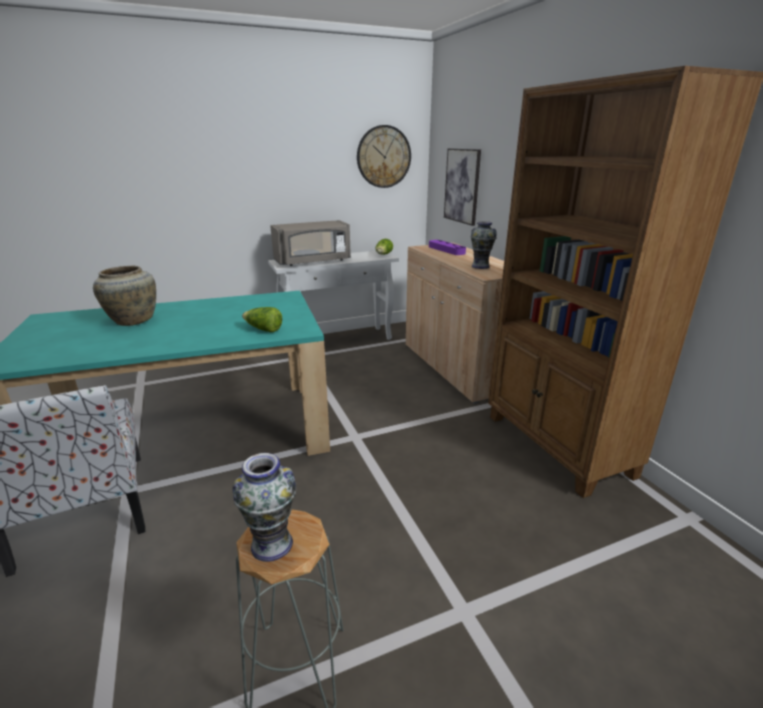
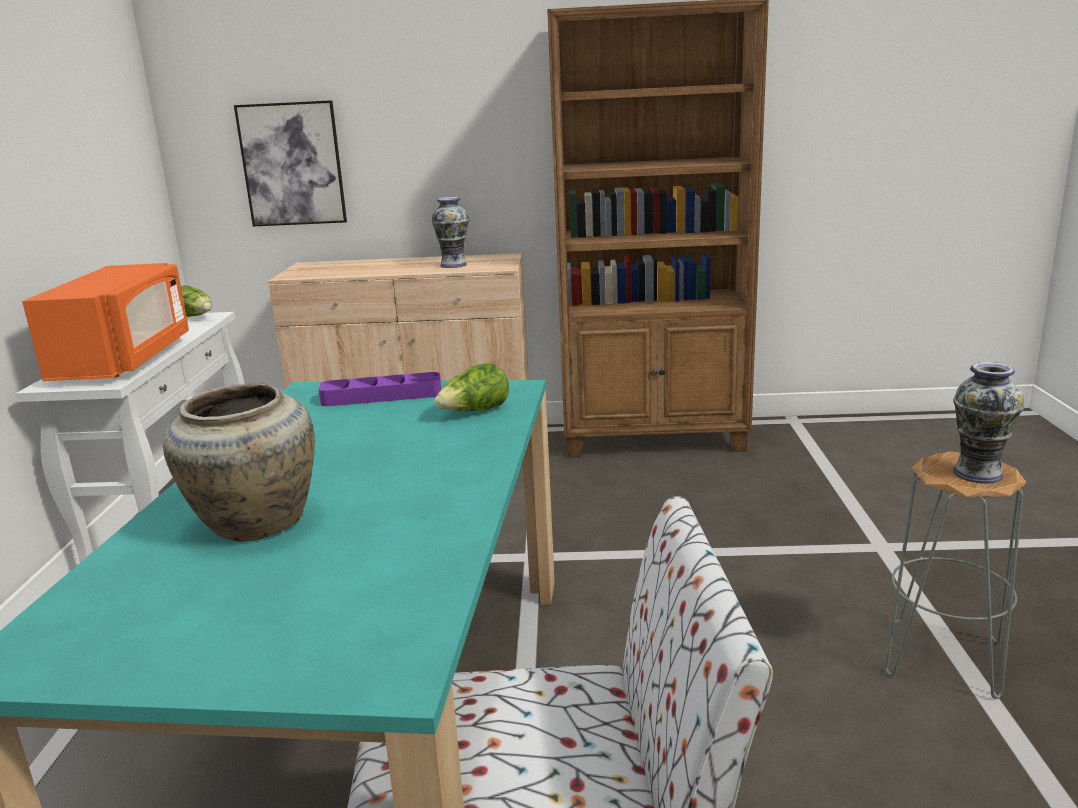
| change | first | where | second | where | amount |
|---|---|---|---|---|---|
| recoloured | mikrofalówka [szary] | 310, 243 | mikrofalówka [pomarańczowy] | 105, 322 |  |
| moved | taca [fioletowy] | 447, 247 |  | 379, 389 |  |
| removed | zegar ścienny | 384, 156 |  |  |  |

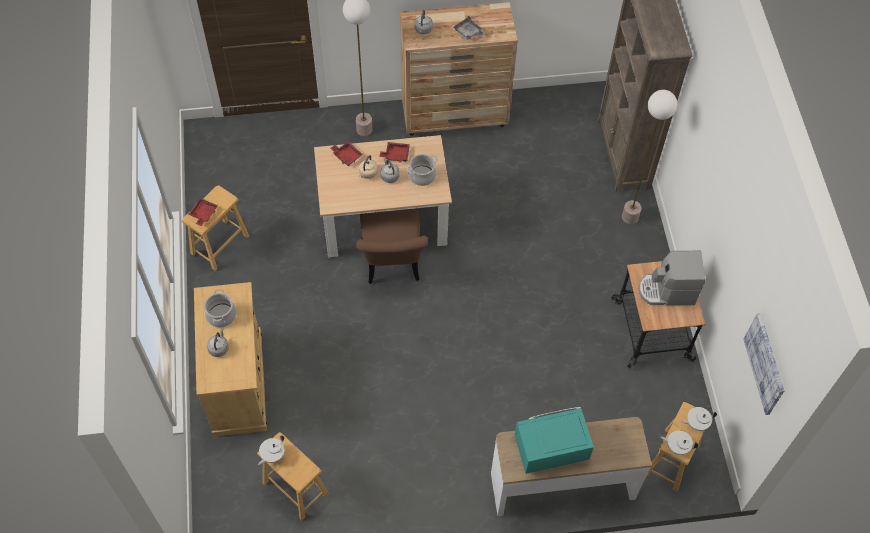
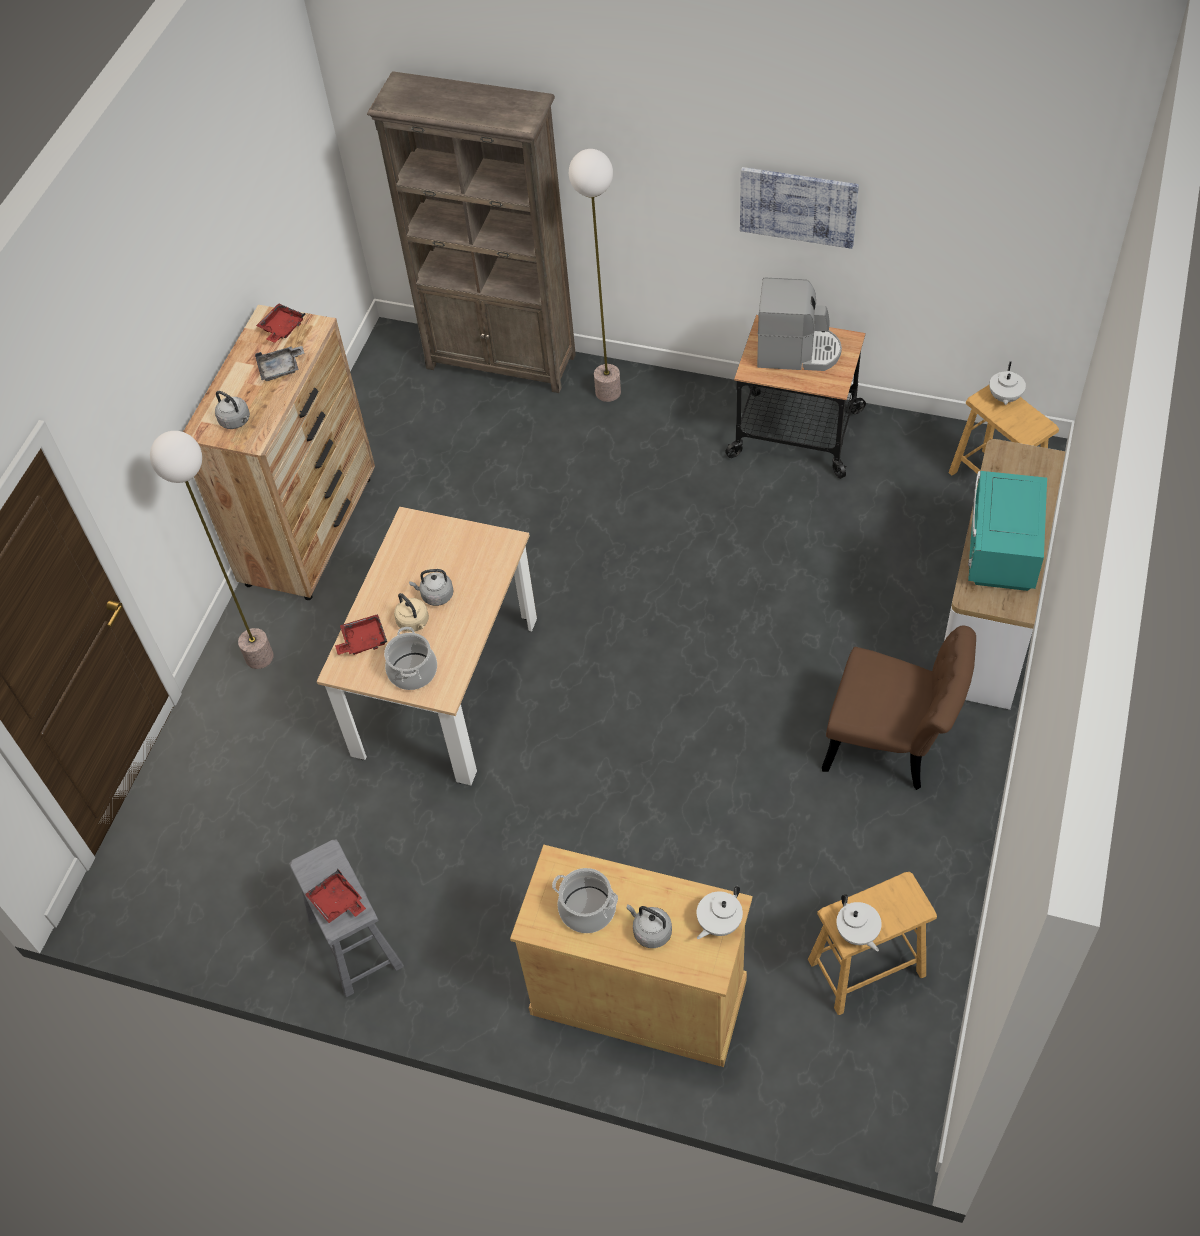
| change | first | where | second | where | amount |
|---|---|---|---|---|---|
| moved | taca [czerwony] | 394, 152 |  | 280, 323 |  |
| recoloured | stołek [brązowy] | 215, 228 | stołek [szary] | 346, 918 |  |
| moved | garnek | 422, 170 |  | 410, 658 |  |
| moved | imbryk [biały] | 679, 442 |  | 720, 912 |  |
| moved | obraz | 763, 364 |  | 799, 208 |  |
| turned | ekspres do kawy | 672, 278 |  | 799, 324 | 105 degrees counterclockwise |
| moved | krzesło [brązowy] | 392, 246 |  | 899, 707 |  |

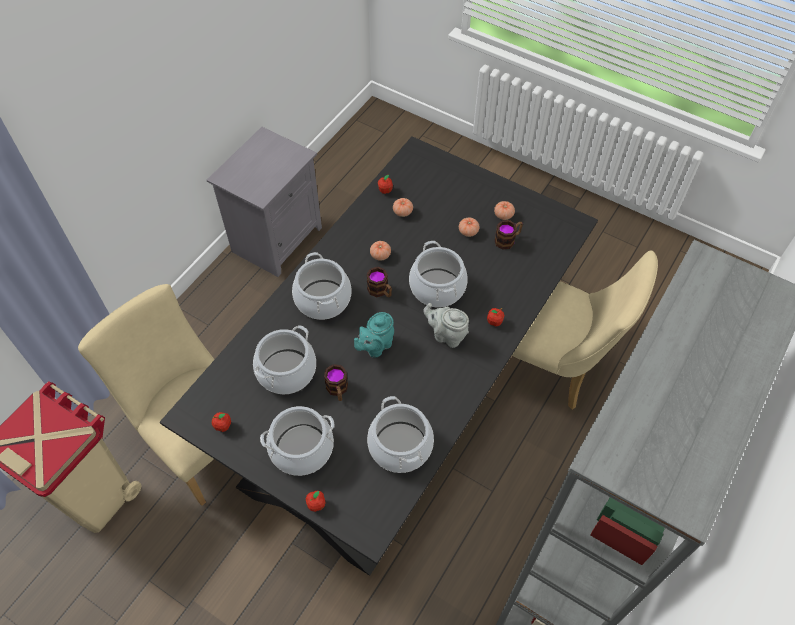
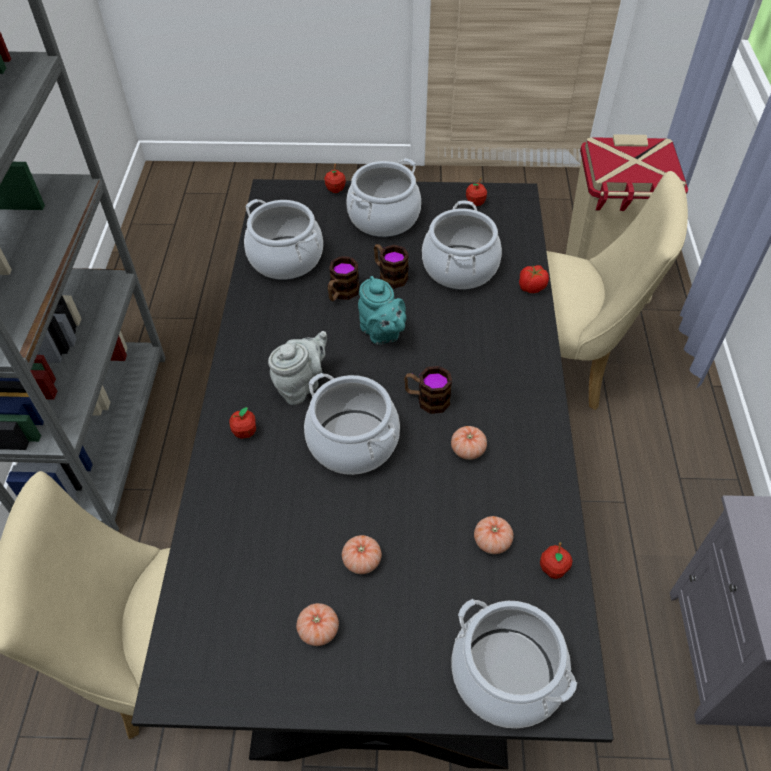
| change | first | where | second | where | amount |
|---|---|---|---|---|---|
| turned | imbryk [szary] | 446, 325 |  | 297, 368 | 45 degrees counterclockwise |
| moved | kubek | 509, 235 |  | 343, 278 |  |
| turned | imbryk [turkusowy] | 374, 335 |  | 382, 310 | 135 degrees clockwise |
| moved | garnek | 321, 286 |  | 514, 663 |  |
| added |  |  | pomidor | 534, 279 |  |

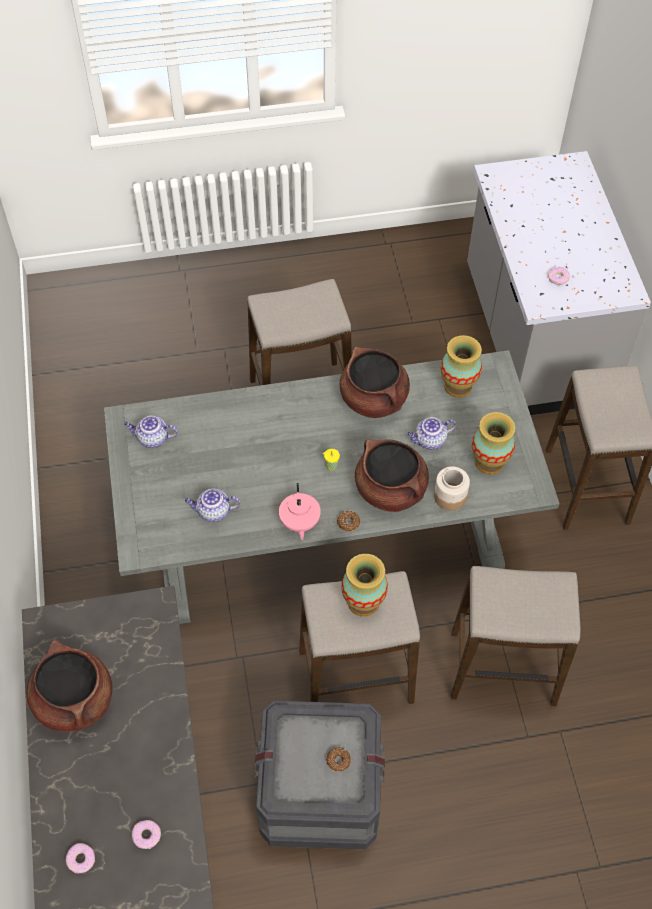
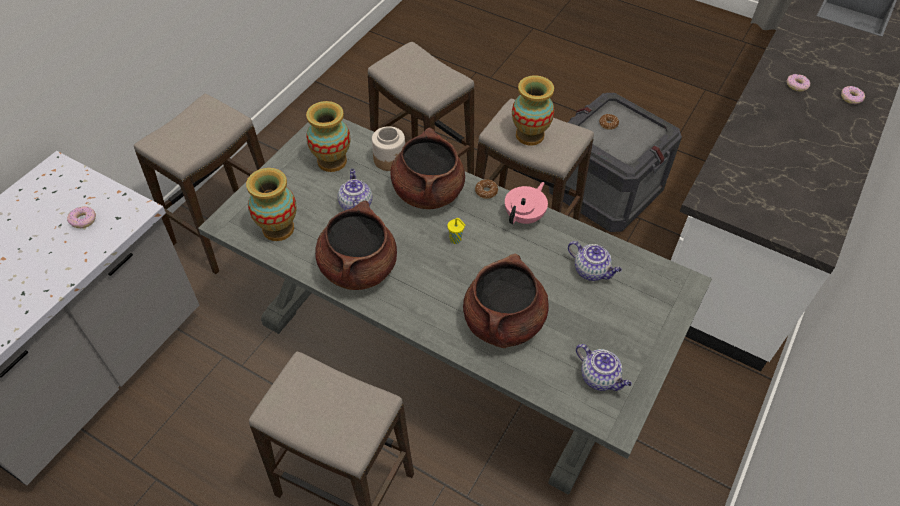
| change | first | where | second | where | amount |
|---|---|---|---|---|---|
| turned | imbryk | 431, 433 |  | 355, 189 | 120 degrees counterclockwise |
| moved | garnek [brązowy] | 69, 685 |  | 506, 301 |  |

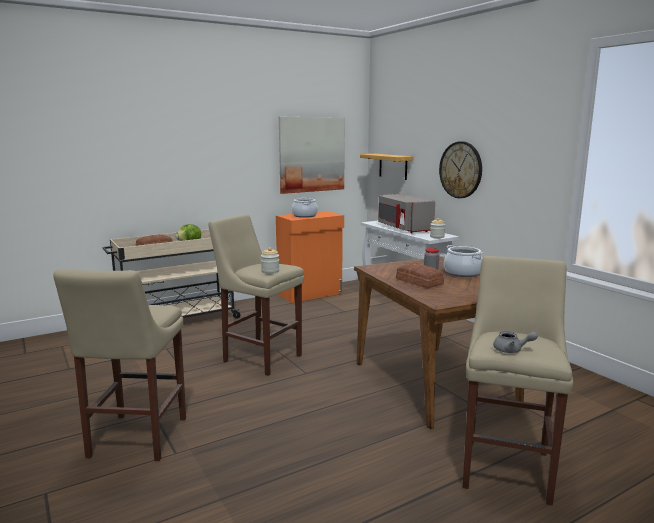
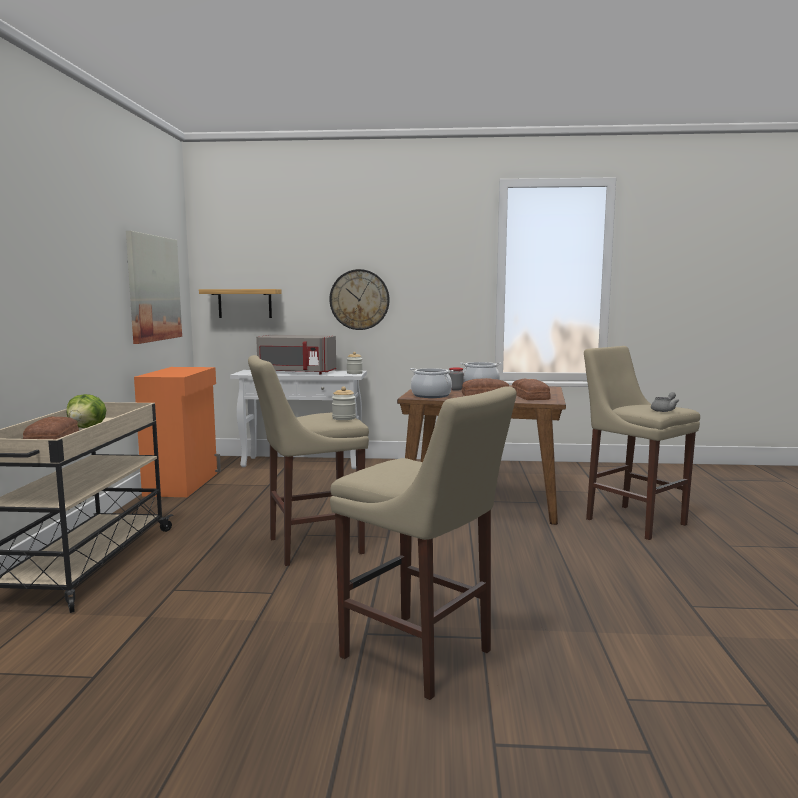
| change | first | where | second | where | amount |
|---|---|---|---|---|---|
| moved | garnek | 305, 207 |  | 432, 383 |  |
| added |  |  | chleb | 531, 389 |  |

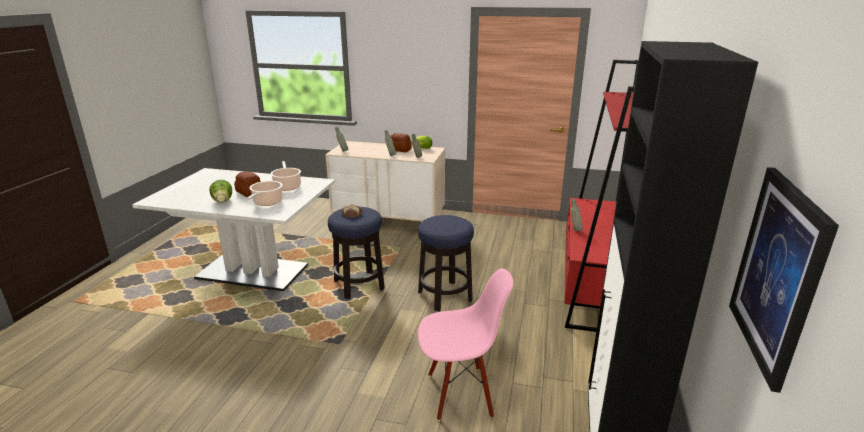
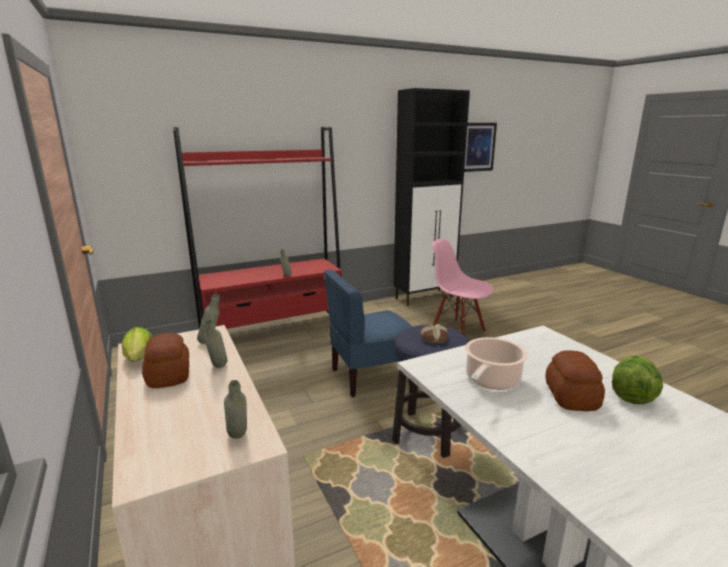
| change | first | where | second | where | amount |
|---|---|---|---|---|---|
| replaced | stołek | 446, 263 | krzesło [niebieski] | 368, 333 |  |
| removed | garnek | 265, 193 |  |  |  |

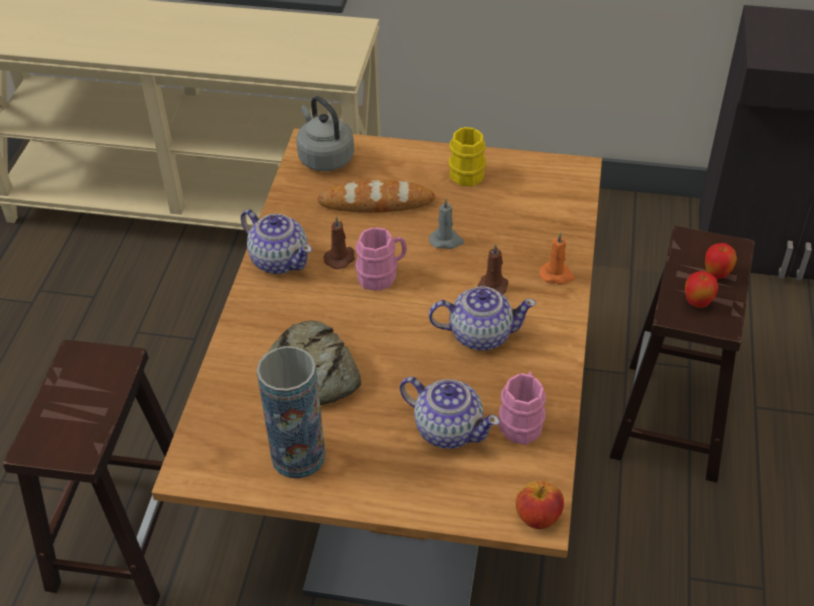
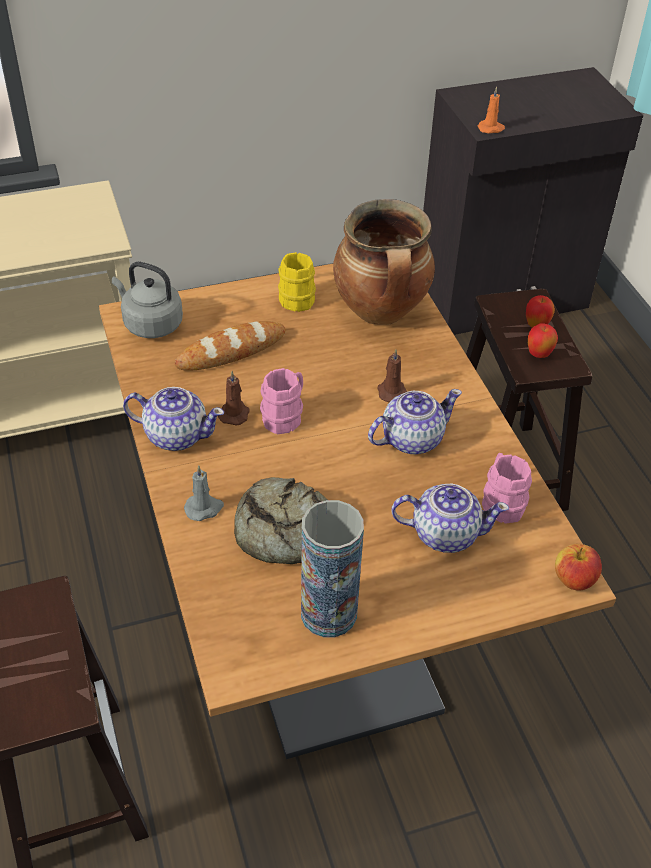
| change | first | where | second | where | amount |
|---|---|---|---|---|---|
| moved | świeca [szary] | 446, 223 |  | 204, 493 |  |
| added |  |  | garnek | 384, 262 |  |
| moved | świeca [pomarańczowy] | 557, 258 |  | 491, 110 |  |

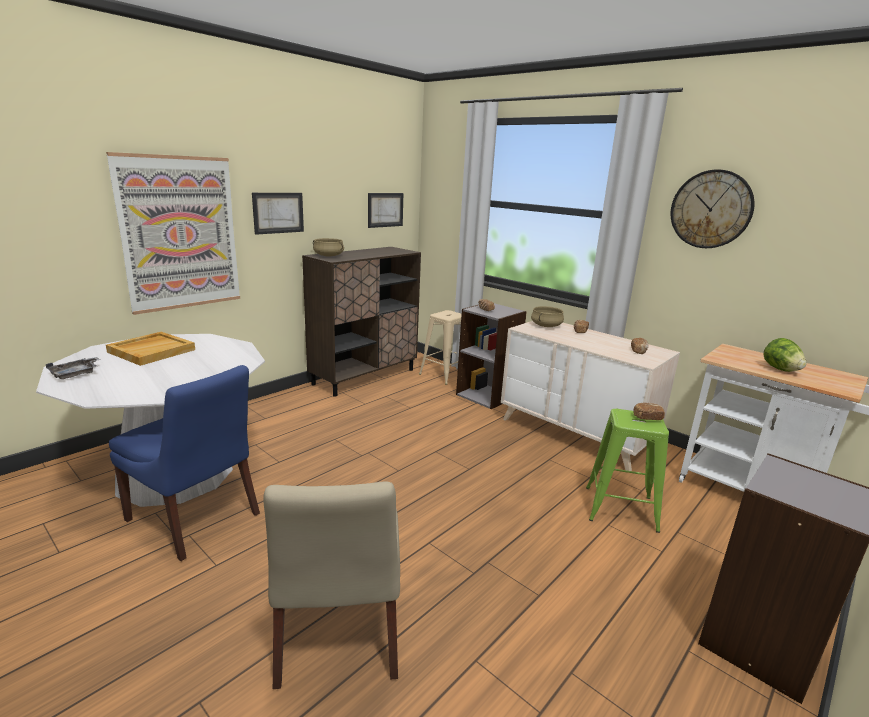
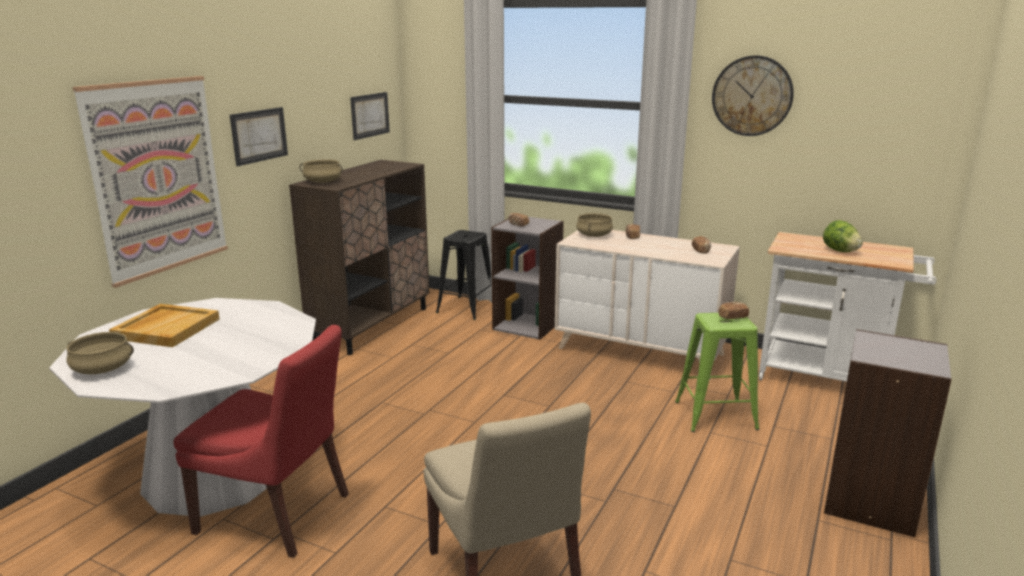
| change | first | where | second | where | amount |
|---|---|---|---|---|---|
| replaced | taca [szary] | 73, 368 | garnek [beżowy] | 100, 353 |  |
| recoloured | krzesło [niebieski] | 184, 463 | krzesło [czerwony] | 261, 441 |  |
| recoloured | stołek [beżowy] | 440, 347 | stołek [czarny] | 463, 275 |  |

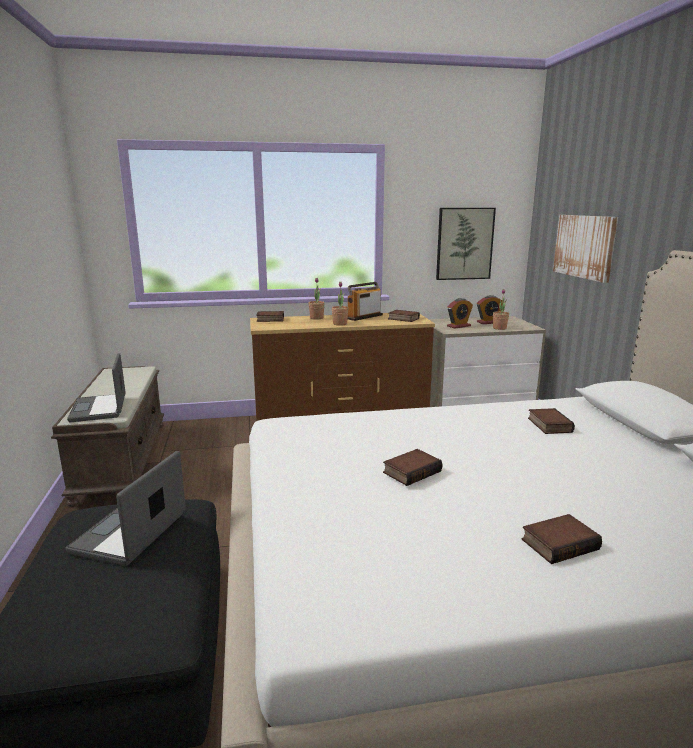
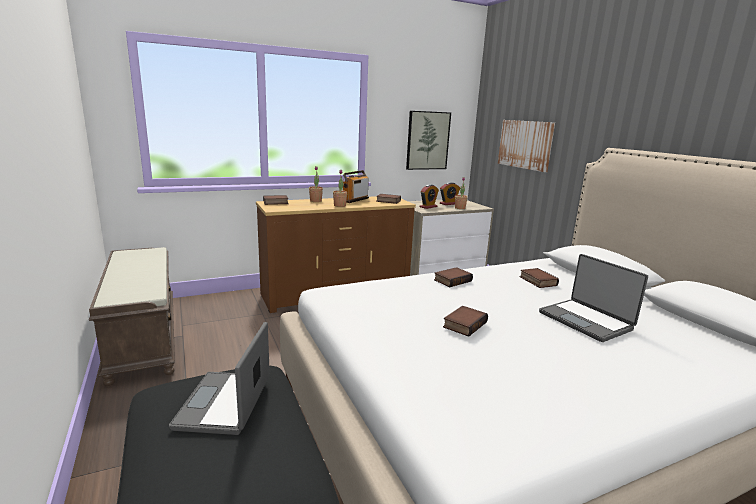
| change | first | where | second | where | amount |
|---|---|---|---|---|---|
| moved | książka | 561, 539 |  | 453, 277 |  |
| moved | laptop | 96, 387 |  | 593, 298 |  |

